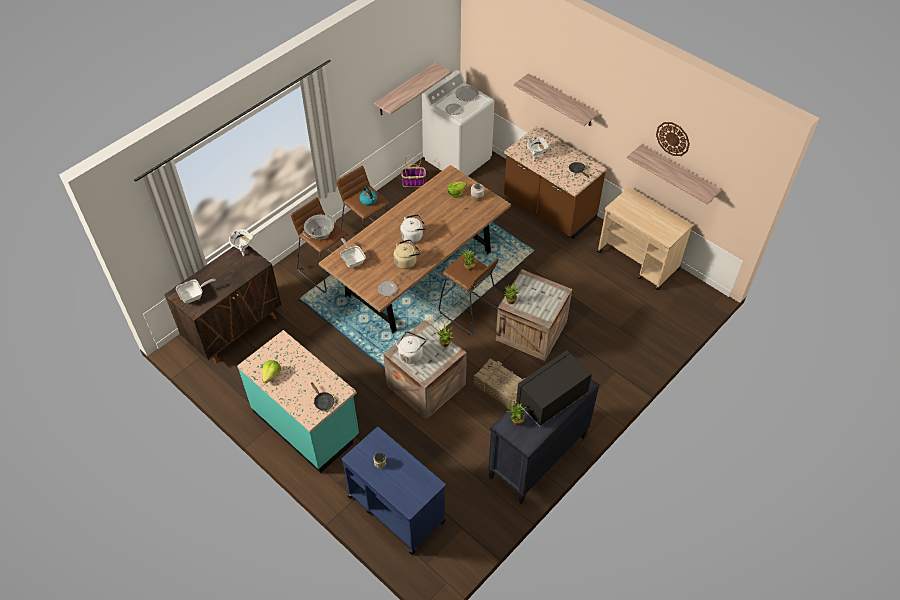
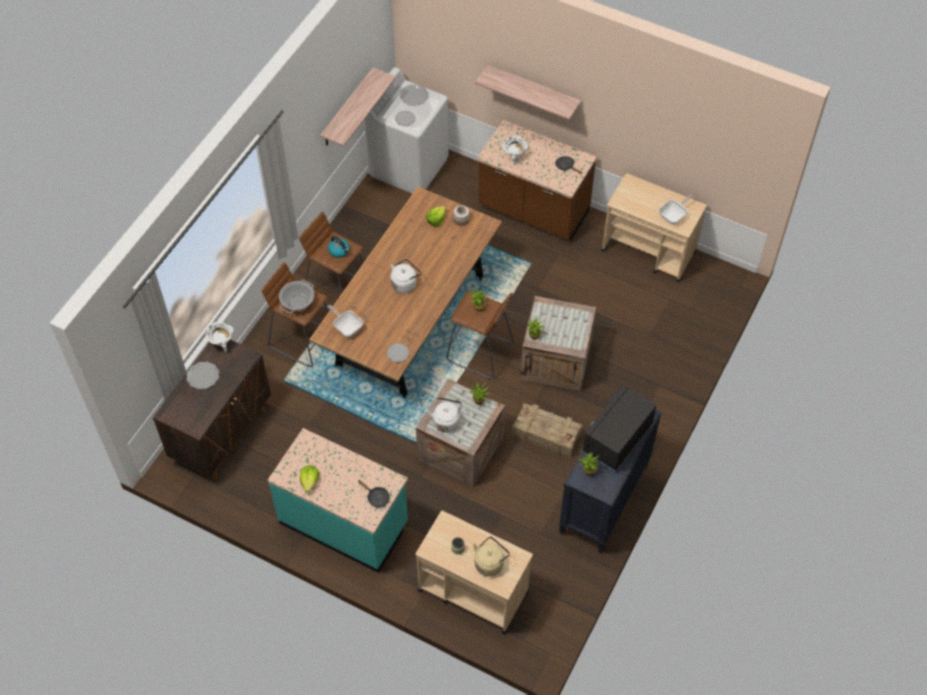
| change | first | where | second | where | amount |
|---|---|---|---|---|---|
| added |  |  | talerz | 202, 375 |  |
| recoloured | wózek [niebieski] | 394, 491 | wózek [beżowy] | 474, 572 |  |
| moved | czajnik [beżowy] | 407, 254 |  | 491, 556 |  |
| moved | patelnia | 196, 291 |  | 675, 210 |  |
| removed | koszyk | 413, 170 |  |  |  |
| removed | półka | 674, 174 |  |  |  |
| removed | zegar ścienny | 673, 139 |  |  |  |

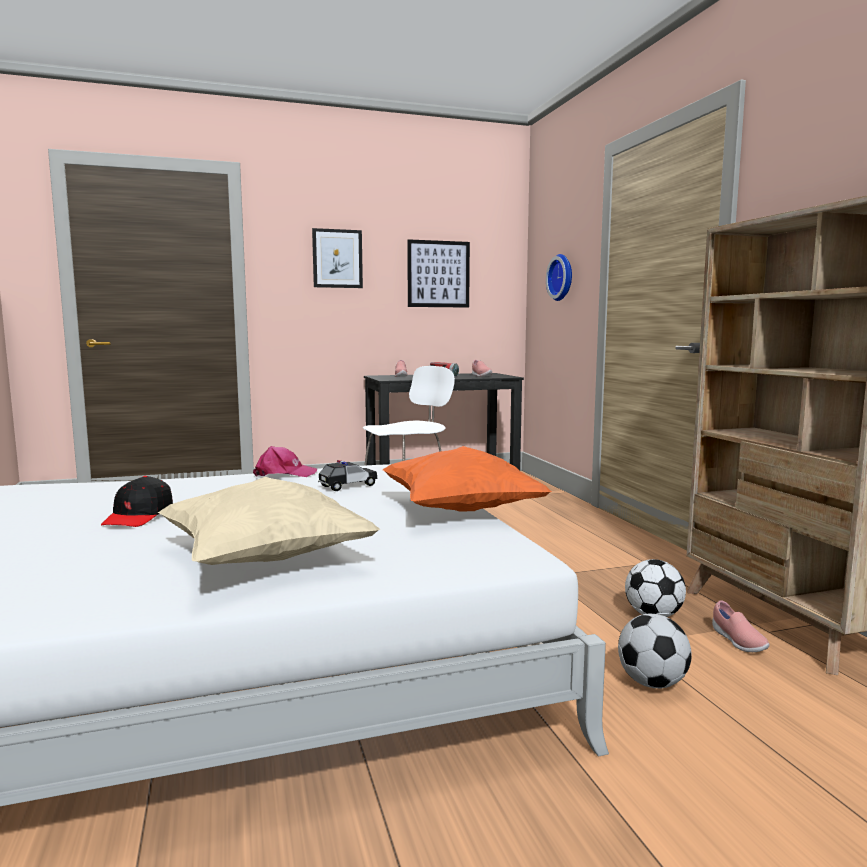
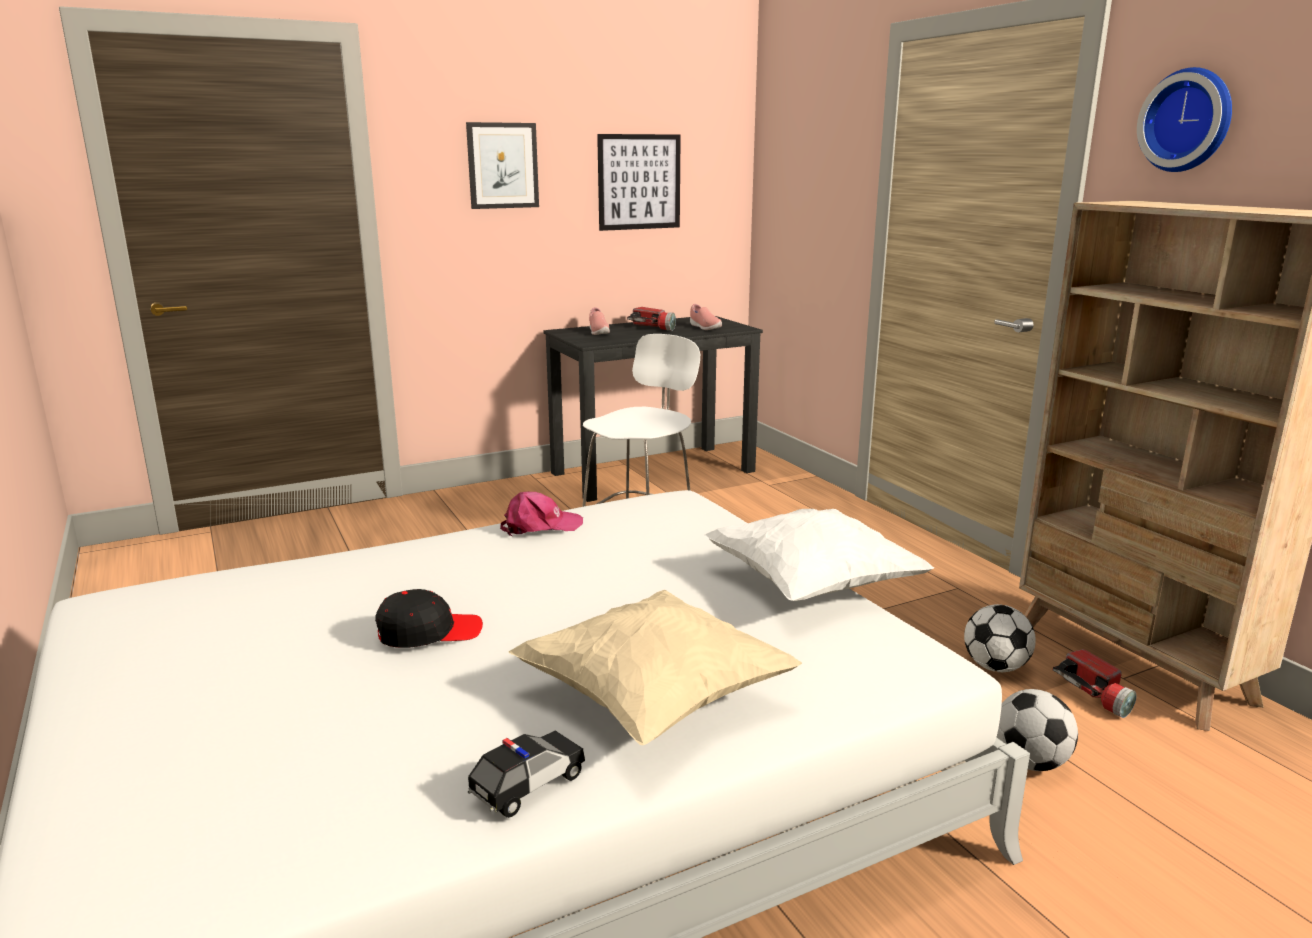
| change | first | where | second | where | amount |
|---|---|---|---|---|---|
| turned | czapka z daszkiem [czarny] | 137, 501 |  | 429, 618 | 105 degrees counterclockwise |
| moved | samochodzik | 348, 475 |  | 526, 774 |  |
| recoloured | poduszka [pomarańczowy] | 467, 479 | poduszka [biały] | 819, 555 |  |
| replaced | but [różowy] | 740, 626 | latarka | 1094, 683 |  |
| moved | zegar ścienny | 559, 277 |  | 1184, 119 |  |

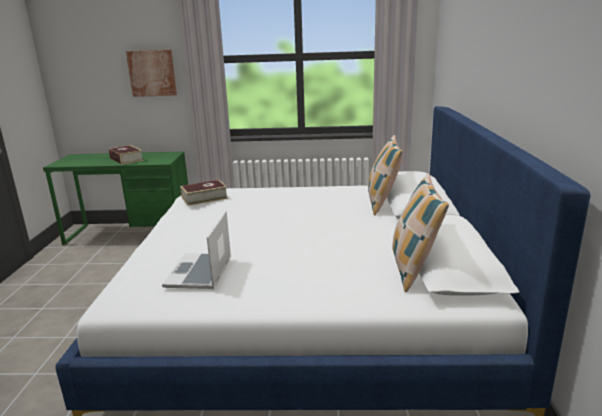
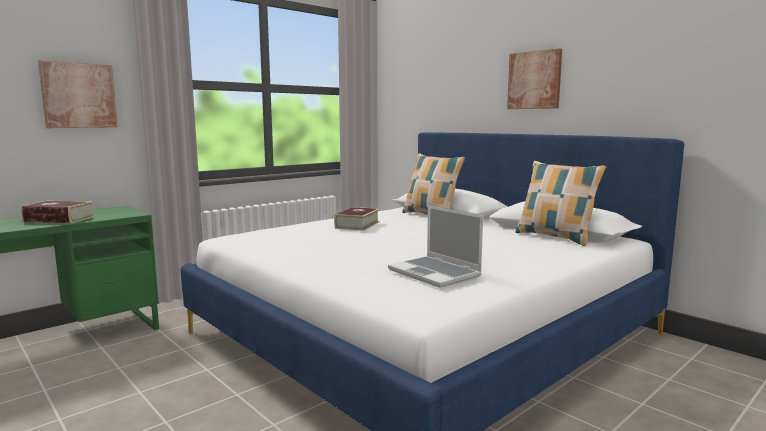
| change | first | where | second | where | amount |
|---|---|---|---|---|---|
| moved | książka | 204, 193 |  | 357, 219 |  |
| added |  |  | obraz | 534, 78 |  |

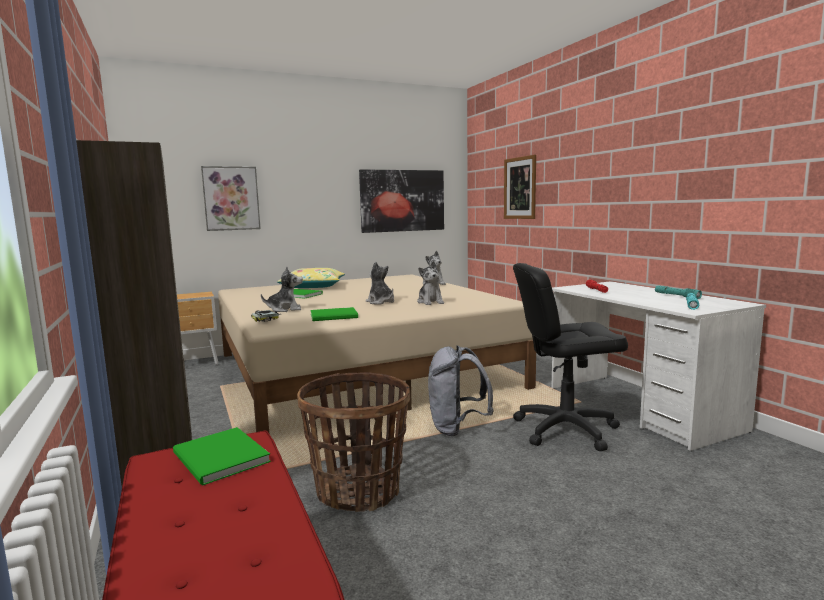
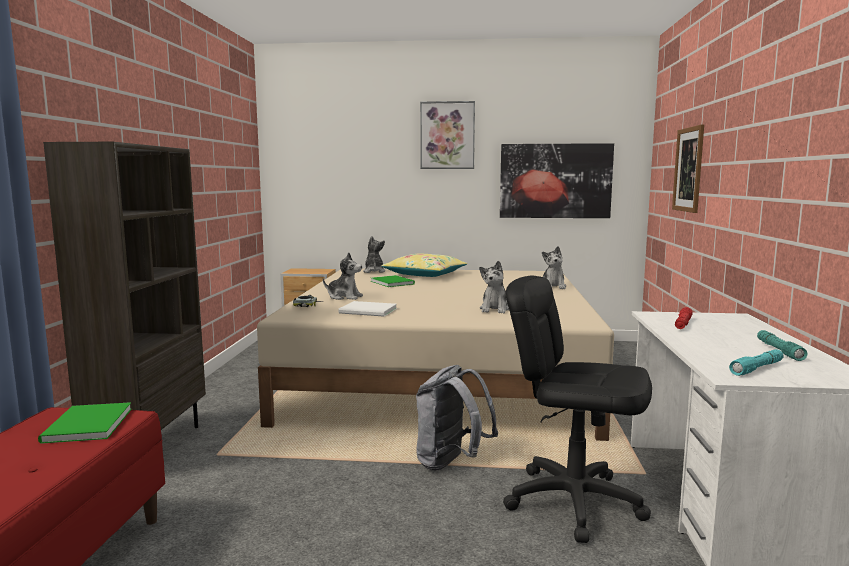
| change | first | where | second | where | amount |
|---|---|---|---|---|---|
| recoloured | książka [zielony] | 334, 314 | książka [biały] | 367, 309 |  |
| moved | pluszak | 380, 283 |  | 374, 254 |  |
| moved | obraz | 231, 198 |  | 447, 135 |  |
| removed | koszyk | 353, 442 |  |  |  |

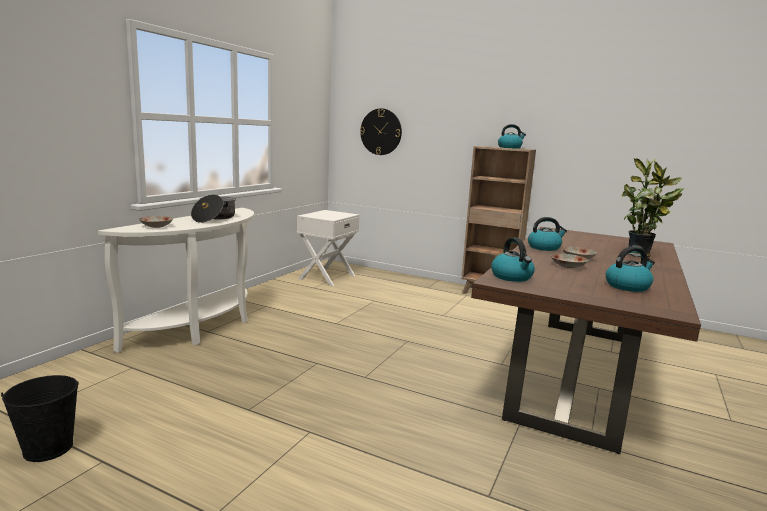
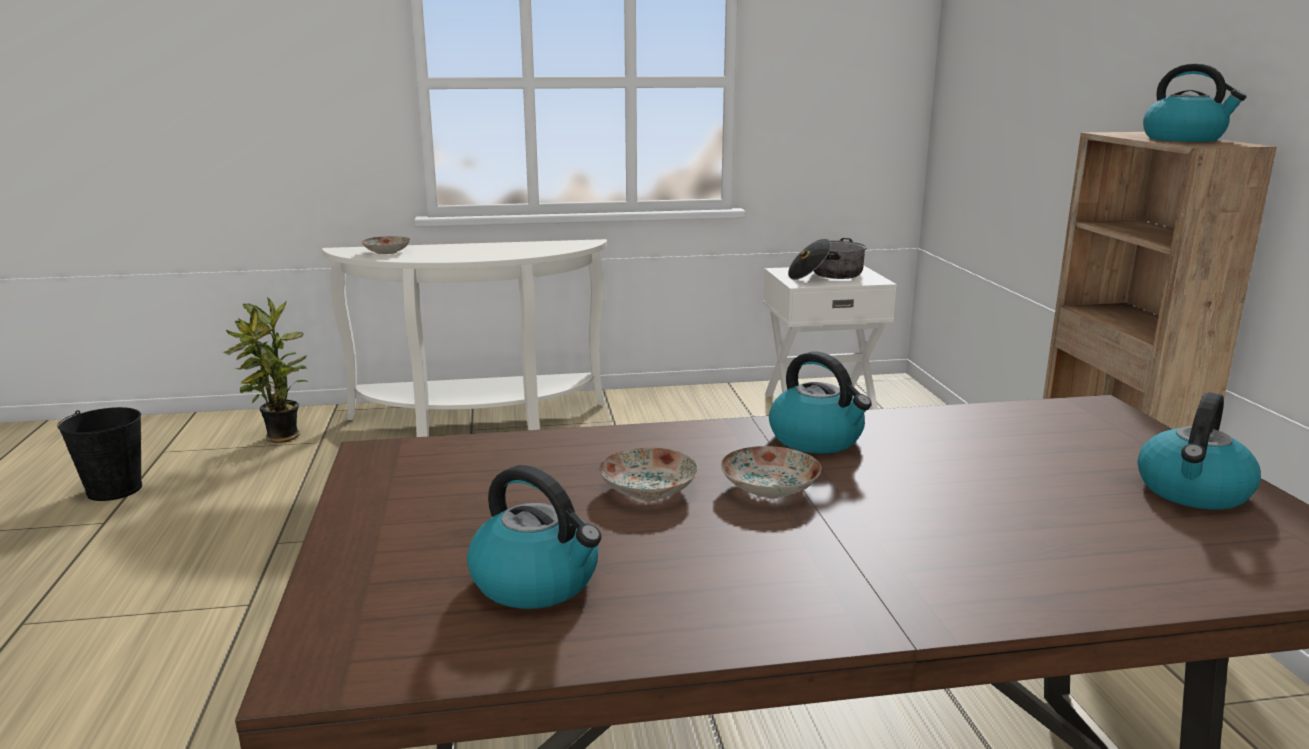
| change | first | where | second | where | amount |
|---|---|---|---|---|---|
| moved | roślina doniczkowa | 652, 208 |  | 265, 370 |  |
| moved | garnek | 213, 209 |  | 827, 259 |  |
| moved | czajnik | 513, 259 |  | 1199, 450 |  |
| removed | zegar ścienny | 381, 131 |  |  |  |

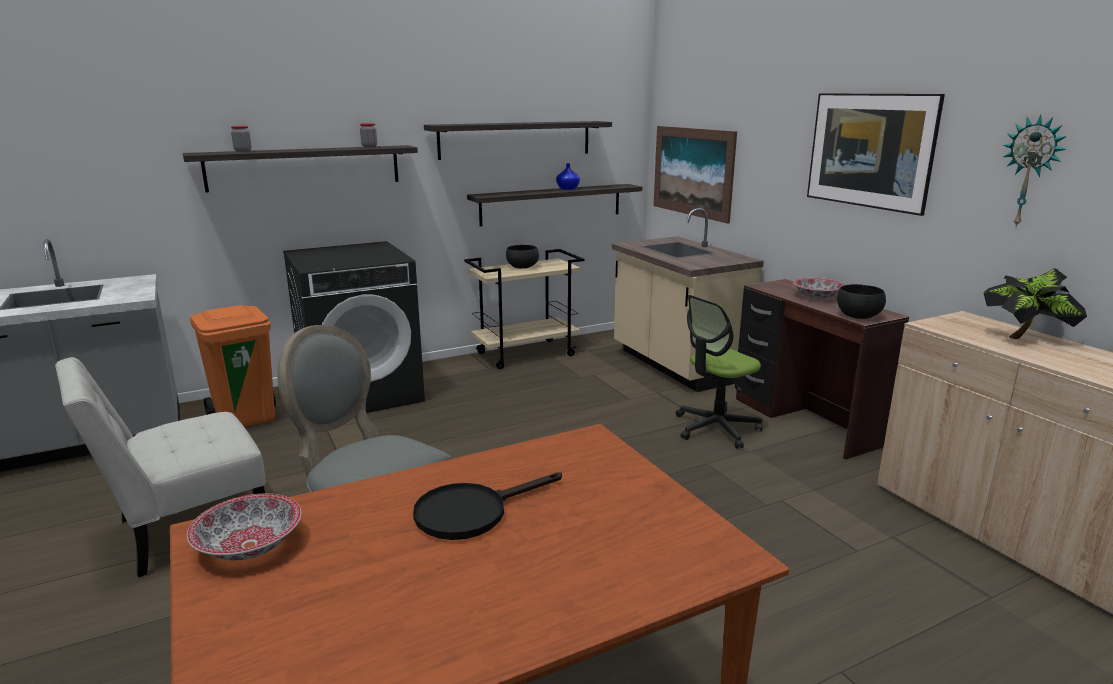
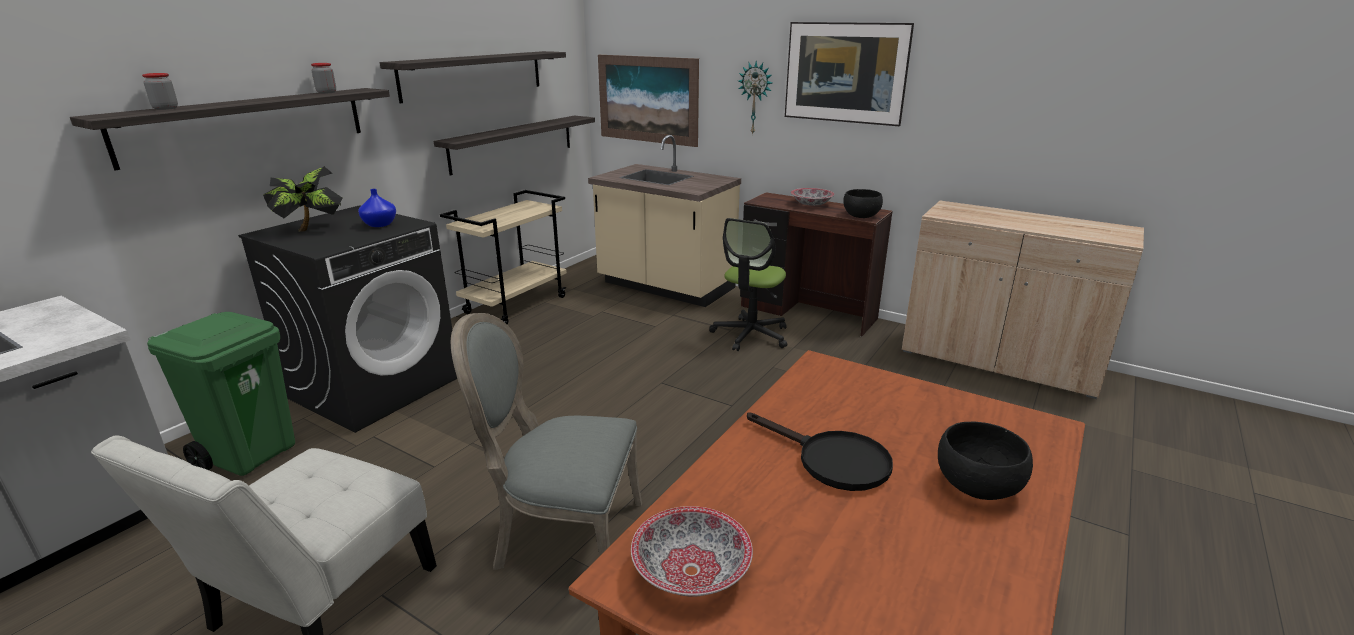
| change | first | where | second | where | amount |
|---|---|---|---|---|---|
| recoloured | kosz na śmieci [pomarańczowy] | 233, 366 | kosz na śmieci [zielony] | 221, 394 |  |
| moved | roślina doniczkowa | 1035, 303 |  | 303, 199 |  |
| moved | wazon [niebieski] | 568, 176 |  | 377, 208 |  |
| moved | zegar ścienny | 1035, 170 |  | 755, 98 |  |
| turned | patelnia [czarny] | 487, 506 |  | 820, 451 | 75 degrees counterclockwise |
| moved | miska [czarny] | 522, 256 |  | 985, 461 |  |

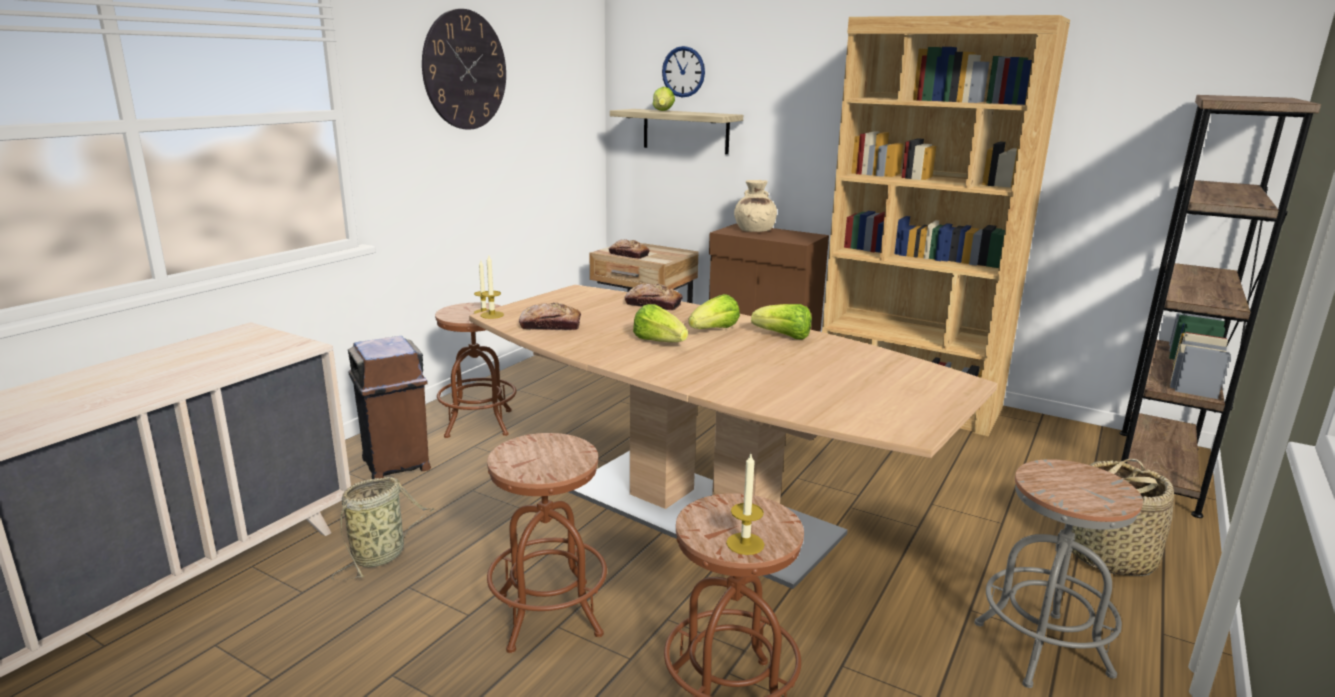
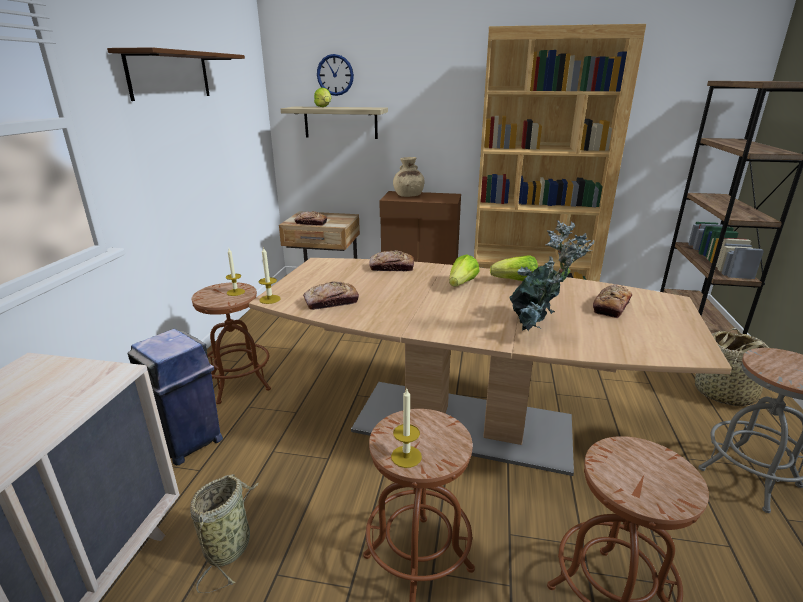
| change | first | where | second | where | amount |
|---|---|---|---|---|---|
| replaced | zegar ścienny | 464, 69 | półka [brązowy] | 176, 74 |  |
| recoloured | kosz na śmieci [brązowy] | 389, 407 | kosz na śmieci [niebieski] | 175, 397 |  |
| moved | świeca | 745, 504 |  | 406, 428 |  |
| added |  |  | roślina doniczkowa | 551, 275 |  |
| added |  |  | chleb | 612, 301 |  |
| removed | sałata | 660, 323 |  |  |  |

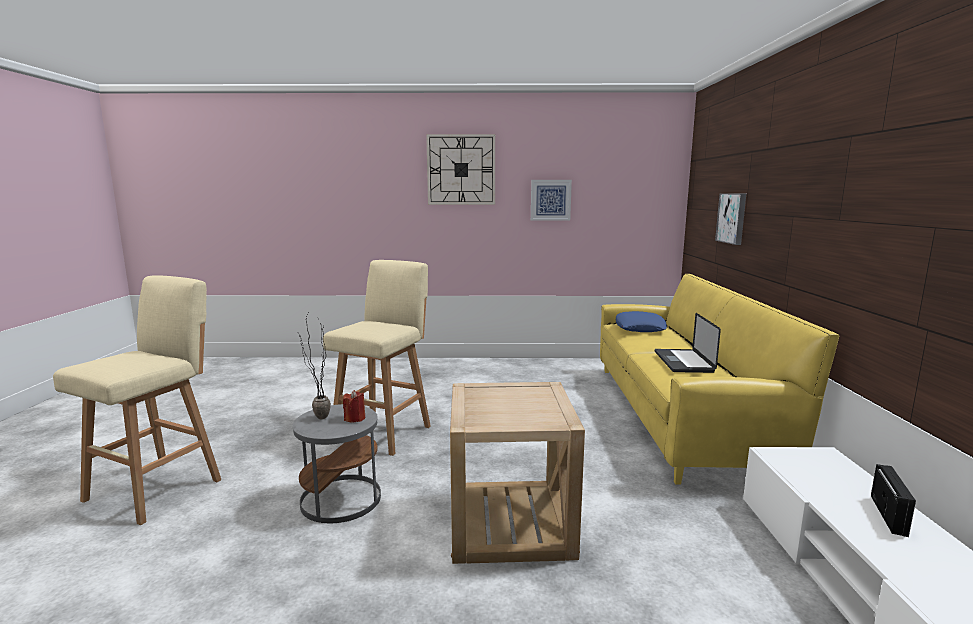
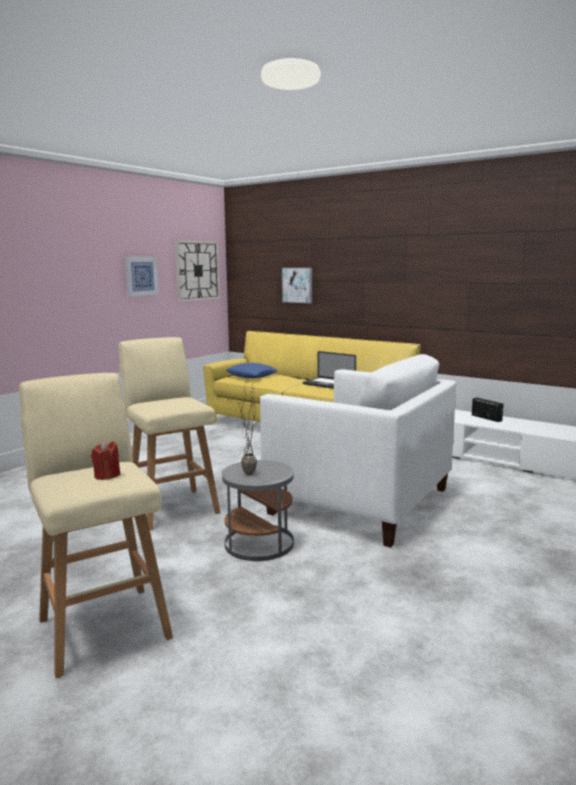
| change | first | where | second | where | amount |
|---|---|---|---|---|---|
| moved | świeca [czerwony] | 354, 406 |  | 105, 460 |  |
| moved | zegar ścienny | 460, 169 |  | 197, 271 |  |
| replaced | stolik [beżowy] | 517, 473 | fotel [biały] | 358, 451 |  |

